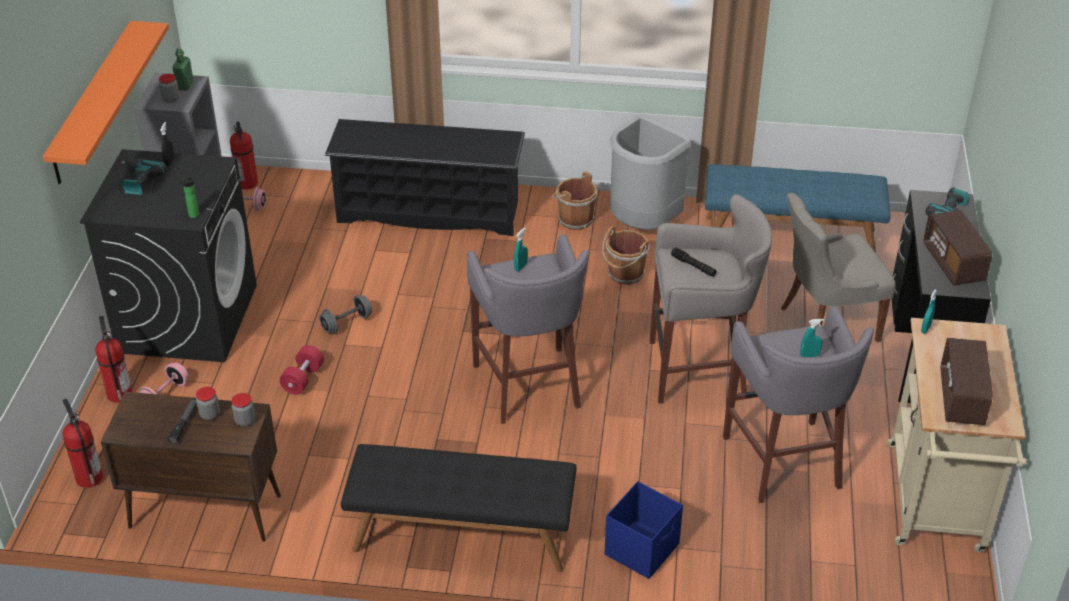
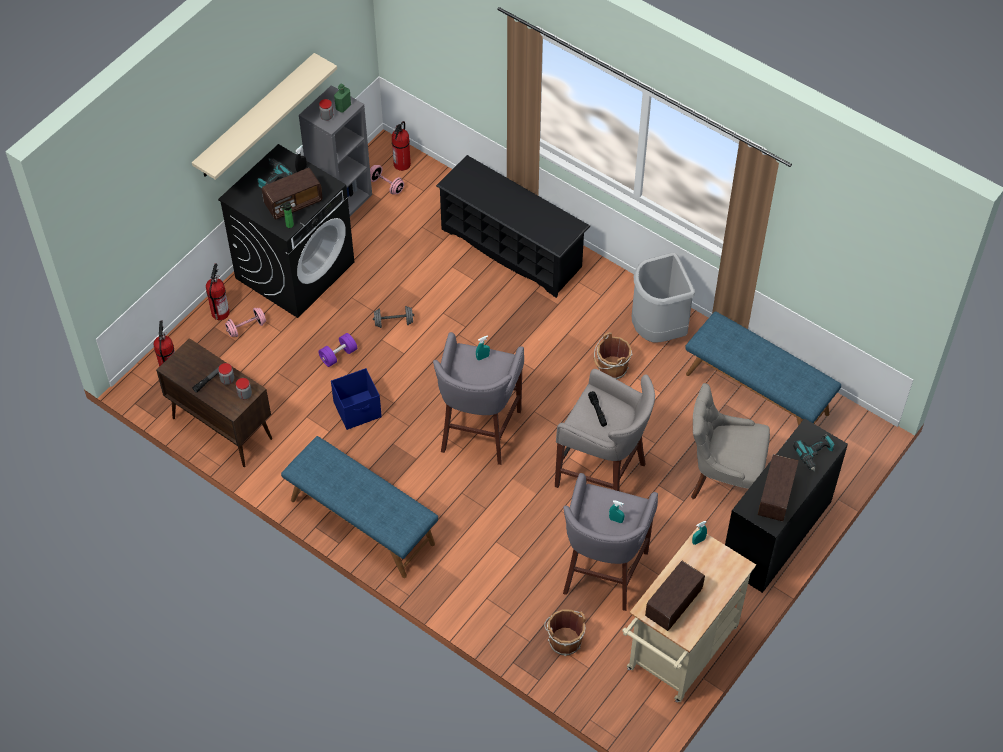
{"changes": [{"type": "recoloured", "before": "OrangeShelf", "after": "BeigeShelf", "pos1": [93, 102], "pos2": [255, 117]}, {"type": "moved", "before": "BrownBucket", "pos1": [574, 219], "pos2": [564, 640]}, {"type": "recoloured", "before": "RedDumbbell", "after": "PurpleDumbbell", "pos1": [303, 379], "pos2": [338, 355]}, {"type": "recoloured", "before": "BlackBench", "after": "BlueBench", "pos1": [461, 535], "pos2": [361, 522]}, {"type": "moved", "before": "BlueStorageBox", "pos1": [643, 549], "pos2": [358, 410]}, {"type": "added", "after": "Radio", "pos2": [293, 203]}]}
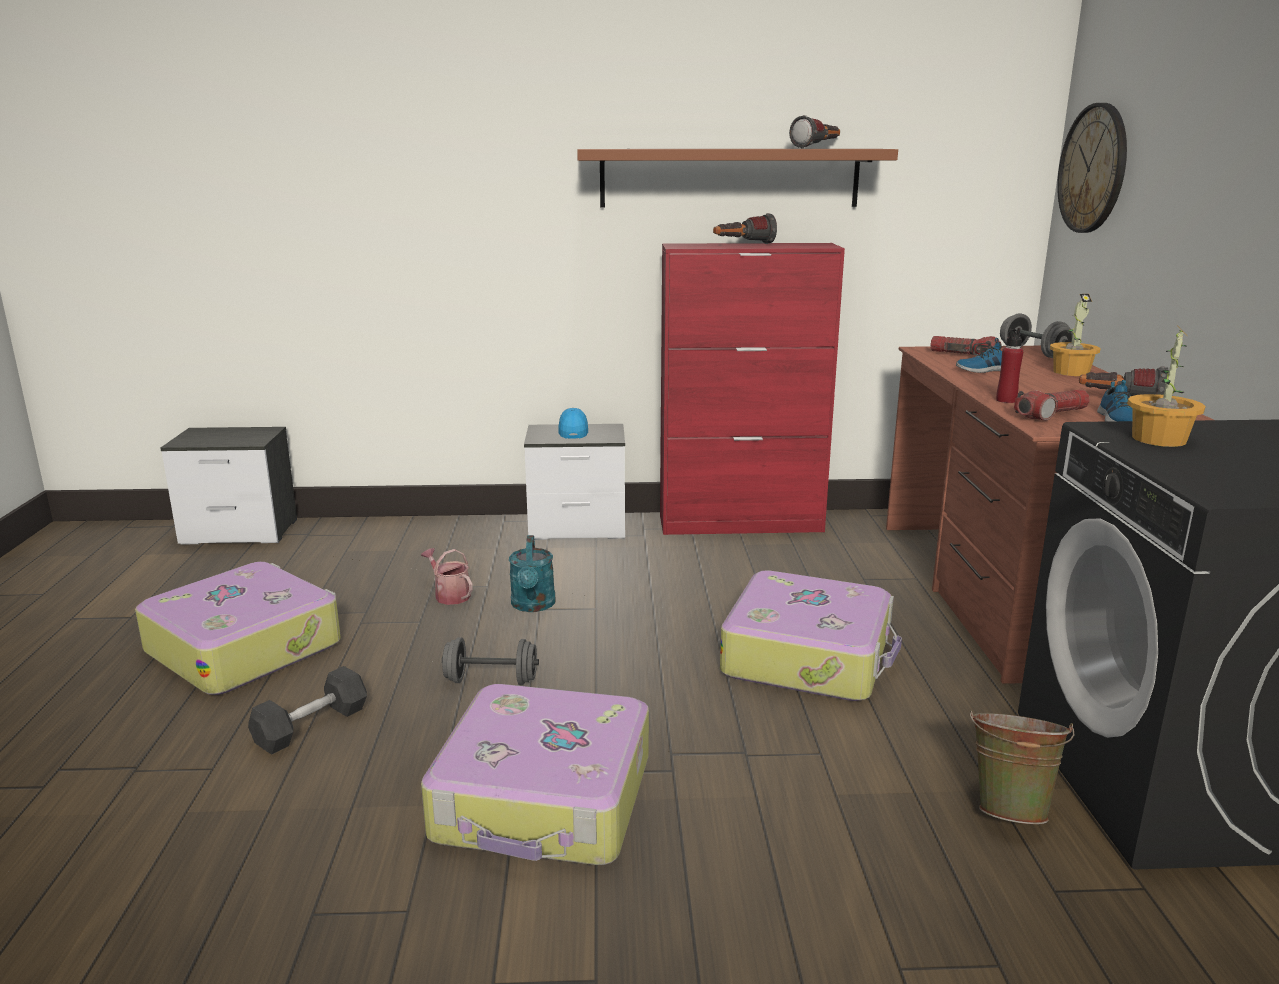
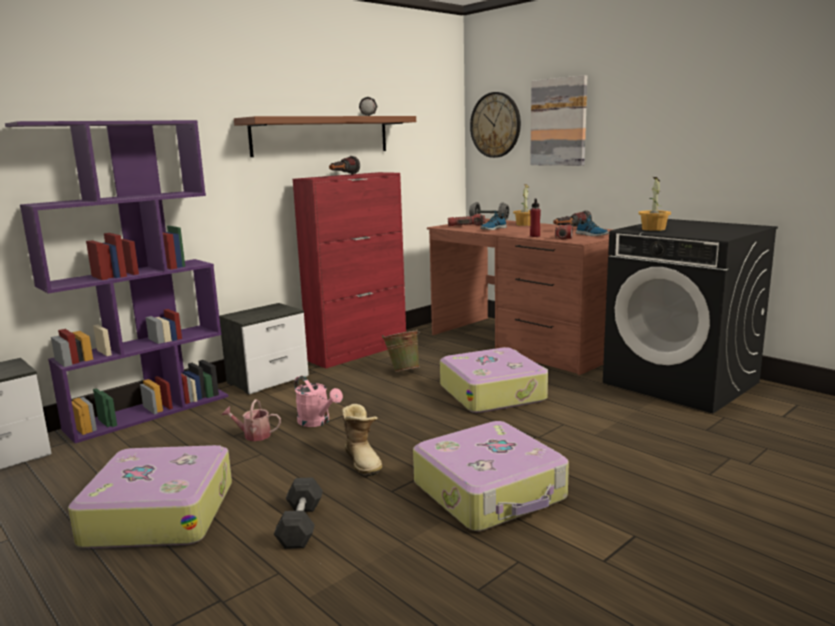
{"changes": [{"type": "removed", "before": "BlueCap", "pos1": [573, 431]}, {"type": "recoloured", "before": "TurquoiseWateringCan", "after": "PinkWateringCan", "pos1": [533, 606], "pos2": [317, 422]}, {"type": "replaced", "before": "GreyDumbbell", "after": "Boot", "pos1": [491, 680], "pos2": [364, 461]}, {"type": "moved", "before": "GreenBucket", "pos1": [1009, 808], "pos2": [403, 371]}, {"type": "added", "after": "Picture", "pos2": [559, 122]}, {"type": "added", "after": "PurpleBookcase", "pos2": [149, 412]}]}
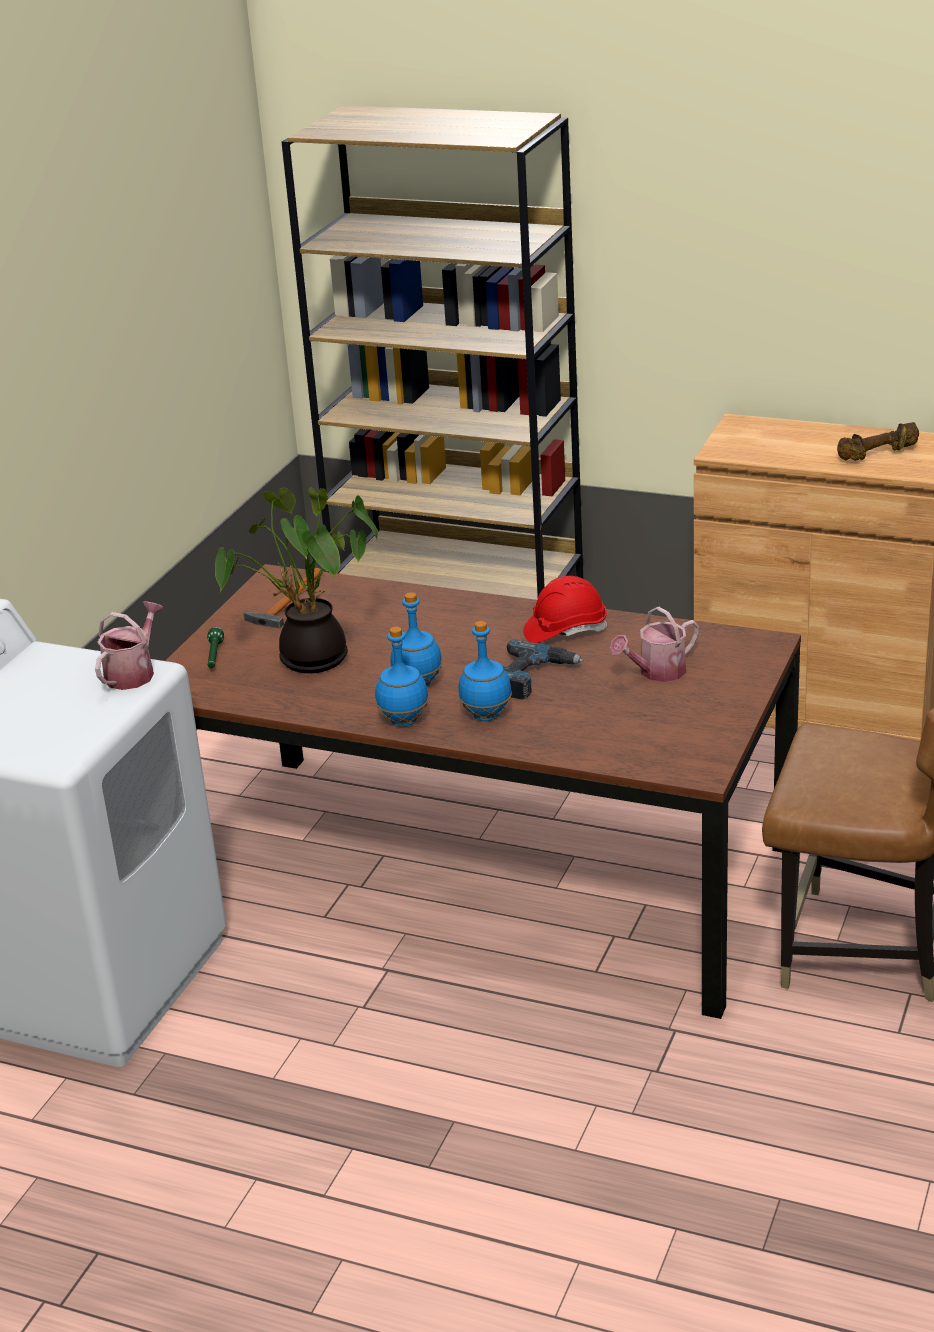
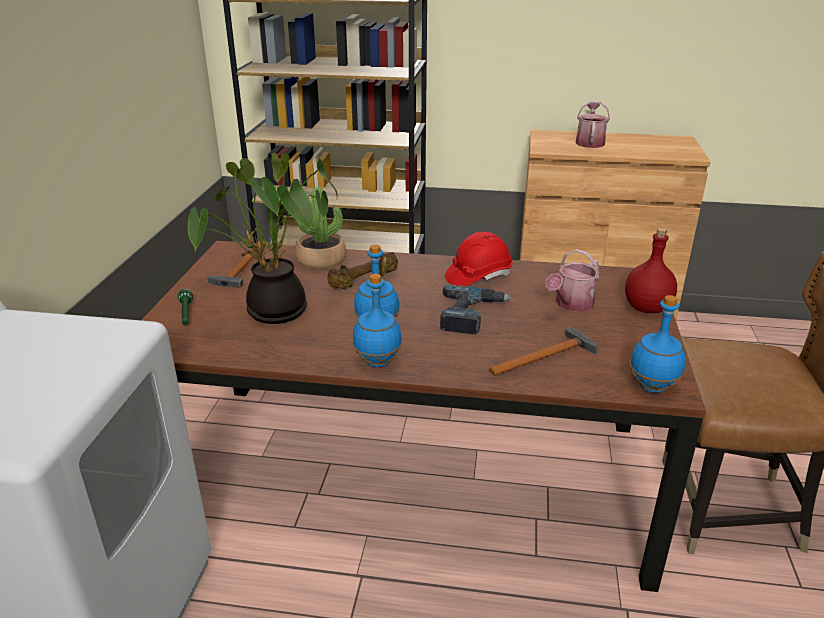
{"changes": [{"type": "moved", "before": "BrownDumbbell", "pos1": [878, 455], "pos2": [364, 281]}, {"type": "moved", "before": "WateringCan", "pos1": [133, 673], "pos2": [590, 142]}, {"type": "moved", "before": "BlueBottle", "pos1": [487, 715], "pos2": [652, 386]}, {"type": "added", "after": "PottedPlant", "pos2": [321, 260]}, {"type": "added", "after": "RedBottle", "pos2": [646, 308]}, {"type": "added", "after": "Hammer", "pos2": [545, 356]}]}
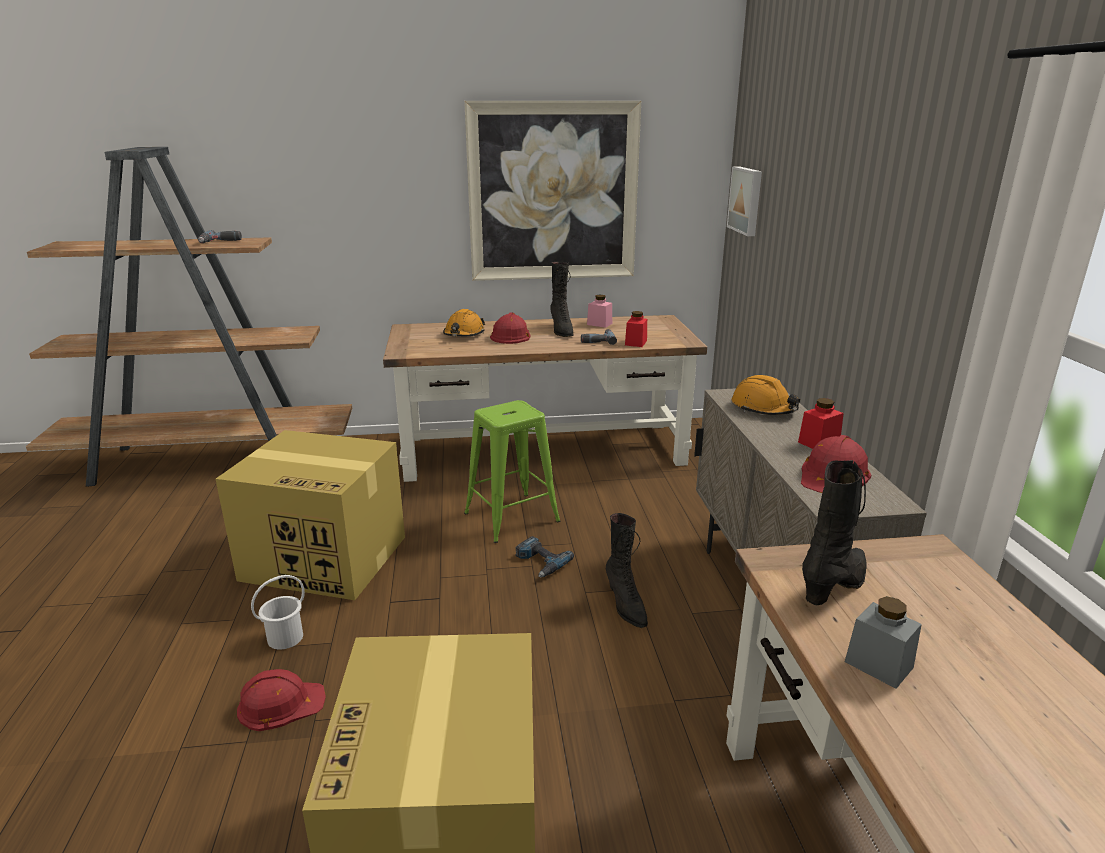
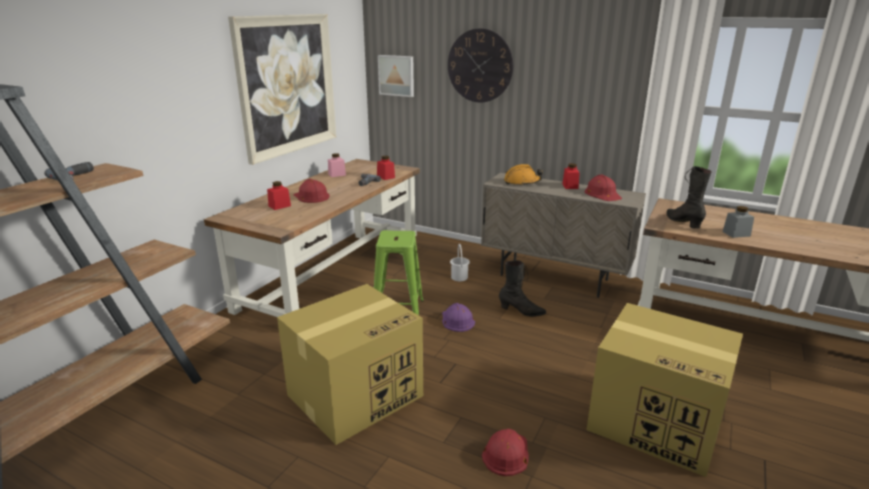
{"changes": [{"type": "removed", "before": "BlackBoot", "pos1": [561, 330]}, {"type": "replaced", "before": "OrangeHardHat", "after": "RedJar", "pos1": [464, 334], "pos2": [279, 206]}, {"type": "replaced", "before": "PowerDrill", "after": "PurpleHardHat", "pos1": [540, 562], "pos2": [457, 320]}, {"type": "moved", "before": "WhiteBucket", "pos1": [286, 638], "pos2": [459, 277]}, {"type": "added", "after": "WallClock", "pos2": [480, 66]}]}
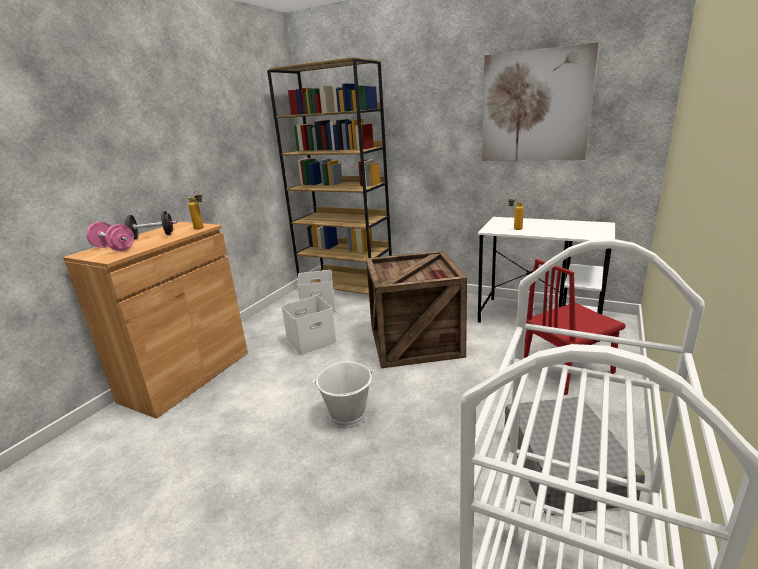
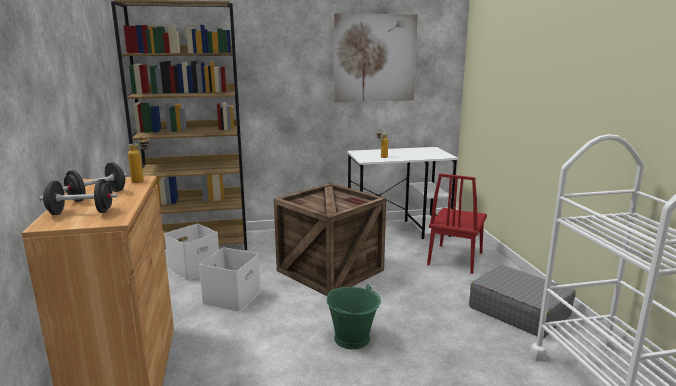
{"changes": [{"type": "recoloured", "before": "PinkDumbbell", "after": "BlackDumbbell", "pos1": [114, 248], "pos2": [81, 213]}, {"type": "recoloured", "before": "WhiteBucket", "after": "GreenBucket", "pos1": [348, 415], "pos2": [352, 338]}]}
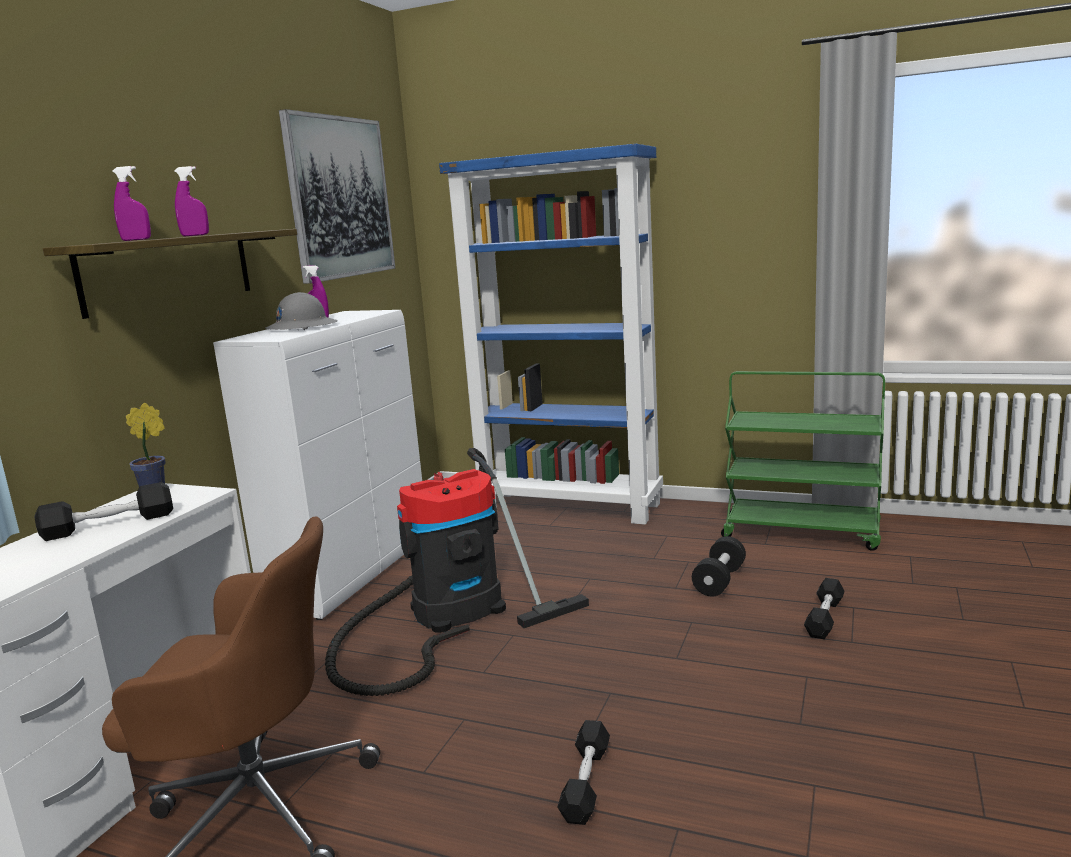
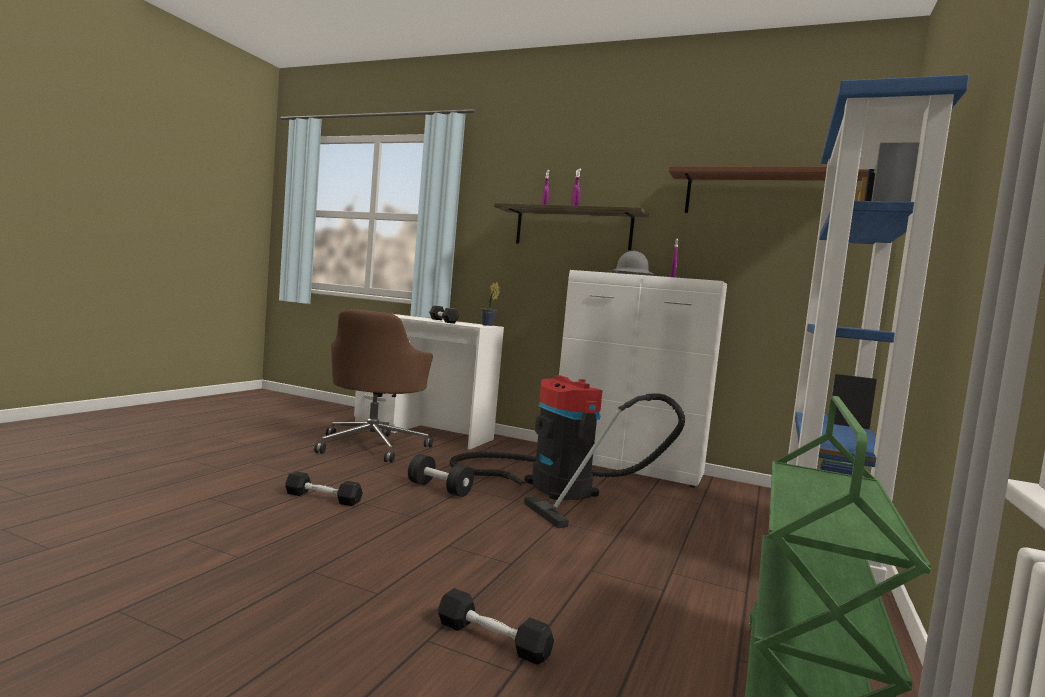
{"changes": [{"type": "replaced", "before": "Picture", "after": "BrownShelf", "pos1": [340, 197], "pos2": [761, 194]}, {"type": "moved", "before": "BlackDumbbell", "pos1": [719, 581], "pos2": [439, 489]}]}
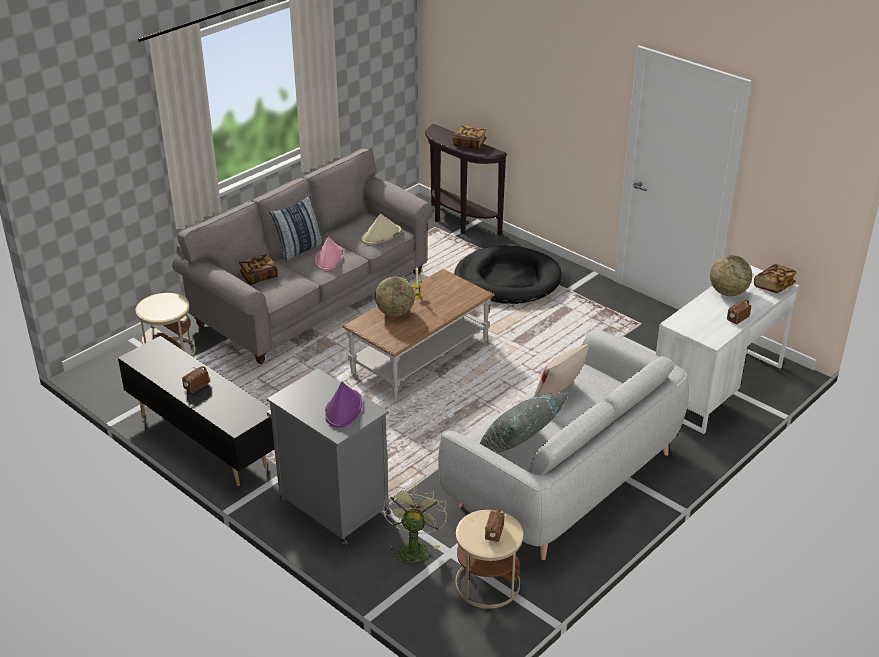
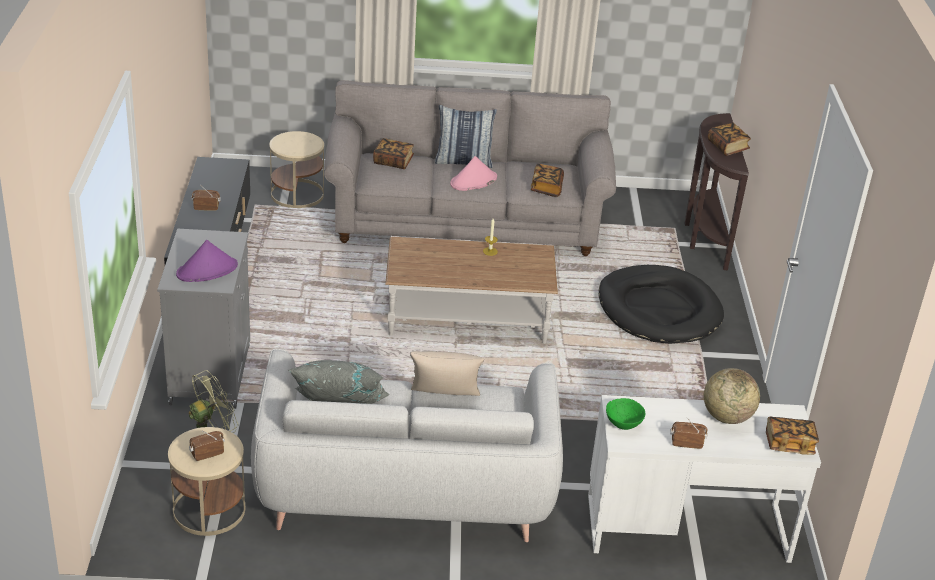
{"changes": [{"type": "replaced", "before": "BeigeHat", "after": "Book", "pos1": [381, 235], "pos2": [546, 188]}, {"type": "removed", "before": "Globe", "pos1": [395, 312]}, {"type": "added", "after": "GreenBowl", "pos2": [624, 424]}]}
